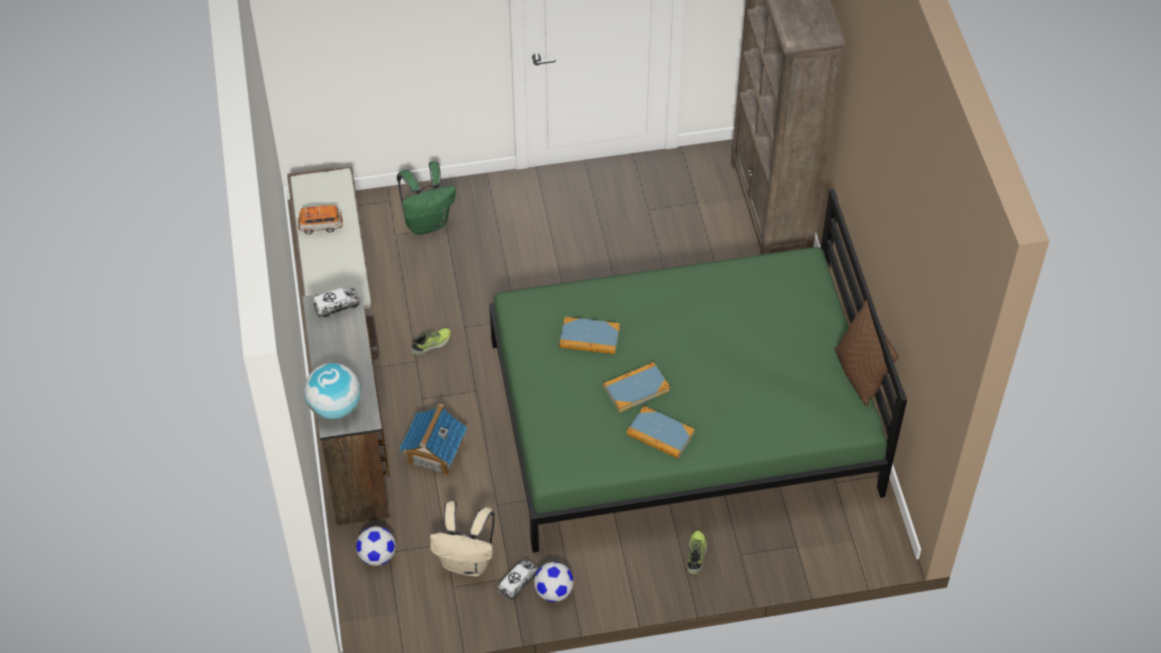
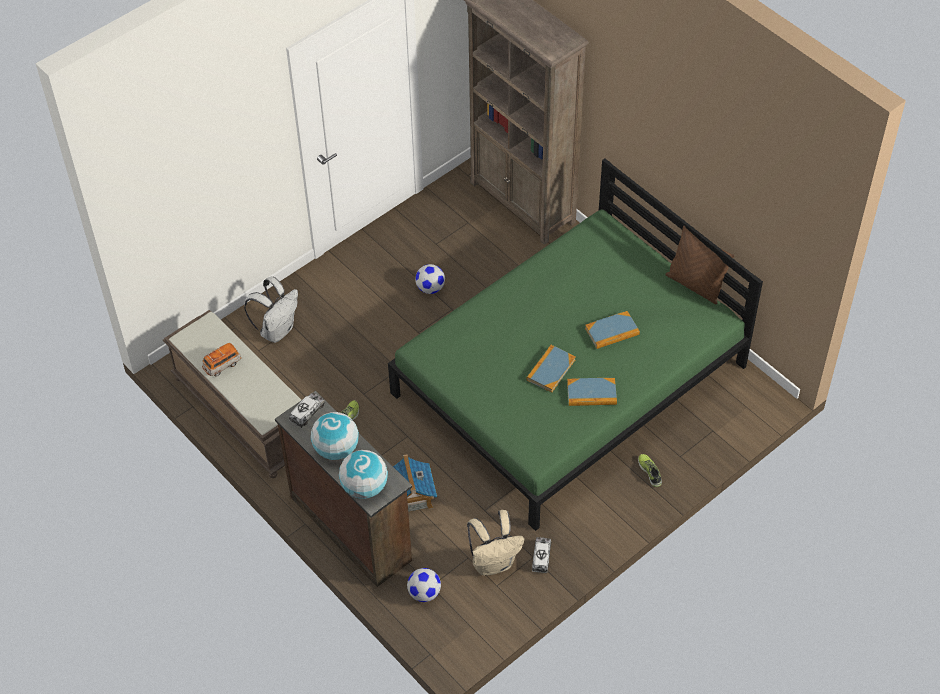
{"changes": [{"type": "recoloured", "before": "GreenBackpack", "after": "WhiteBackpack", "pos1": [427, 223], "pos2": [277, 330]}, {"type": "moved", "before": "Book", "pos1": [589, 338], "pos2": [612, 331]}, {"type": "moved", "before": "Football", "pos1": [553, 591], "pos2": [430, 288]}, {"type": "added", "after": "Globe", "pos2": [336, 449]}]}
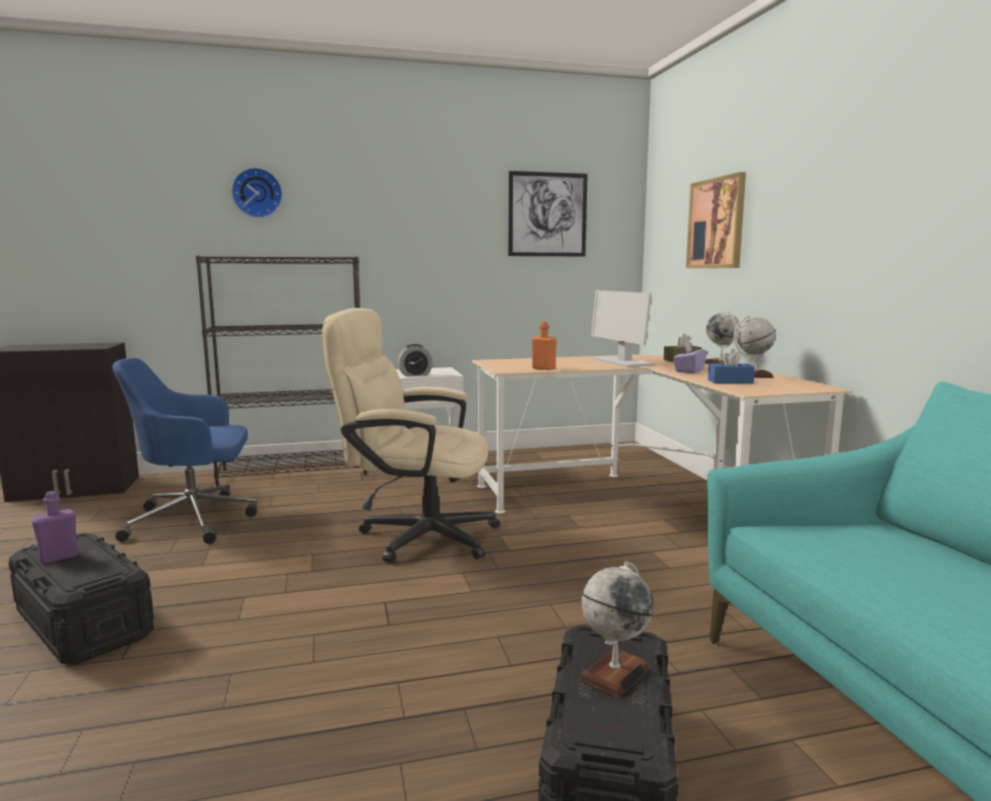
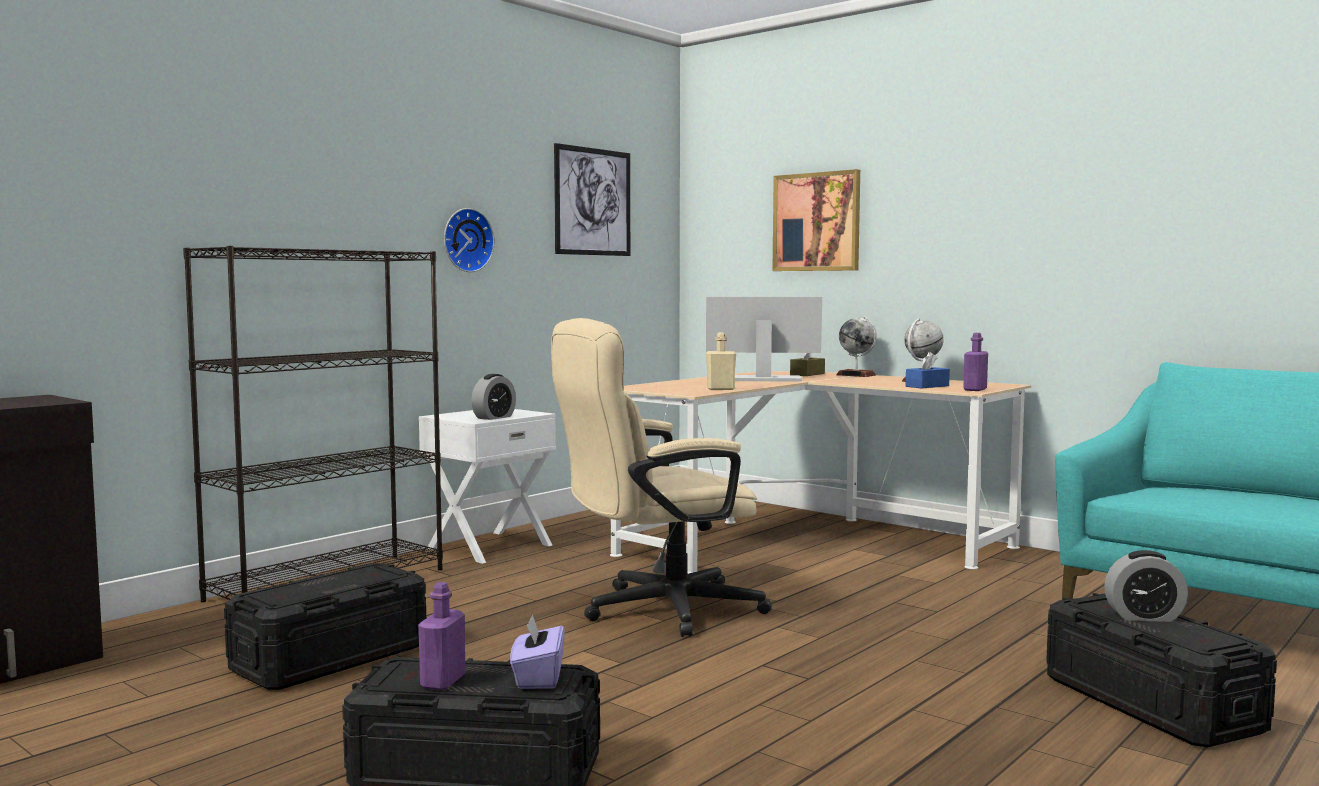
{"changes": [{"type": "moved", "before": "WallClock", "pos1": [257, 193], "pos2": [466, 240]}, {"type": "turned", "before": "Monitor", "pos1": [621, 362], "pos2": [764, 379], "turn": 150}, {"type": "recoloured", "before": "OrangeBottle", "after": "BeigeBottle", "pos1": [543, 368], "pos2": [720, 389]}, {"type": "moved", "before": "PurpleTissueBox", "pos1": [689, 371], "pos2": [538, 678]}, {"type": "replaced", "before": "BlueOfficeChair", "after": "BlackStorageBox", "pos1": [195, 520], "pos2": [330, 658]}, {"type": "replaced", "before": "Globe", "after": "AlarmClock", "pos1": [614, 674], "pos2": [1144, 617]}, {"type": "added", "after": "PurpleBottle", "pos2": [975, 390]}]}
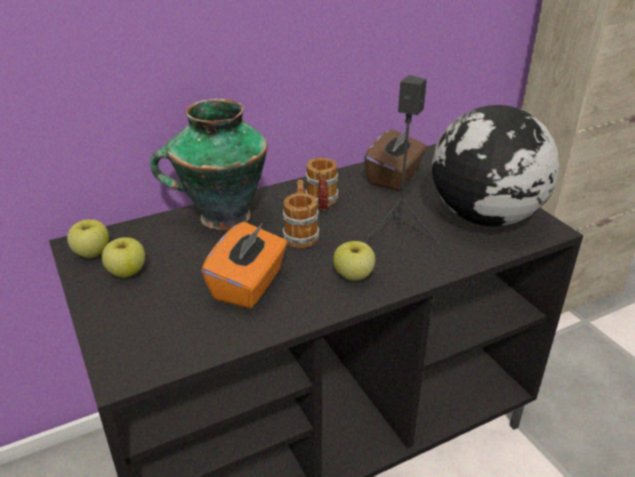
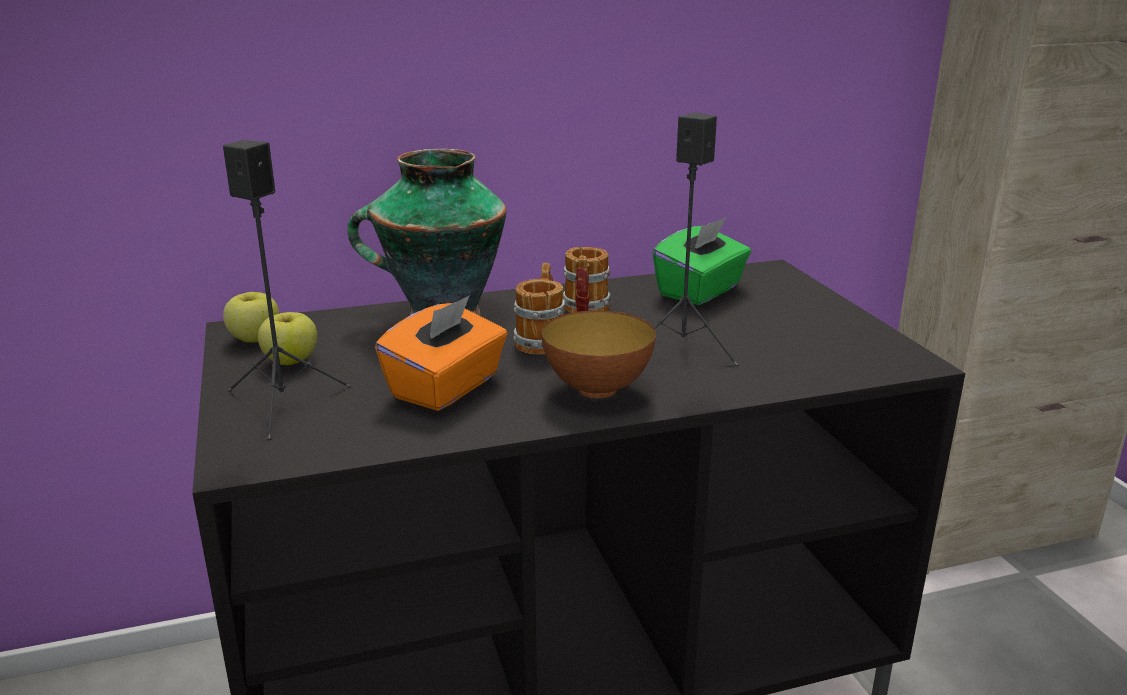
{"changes": [{"type": "removed", "before": "Globe", "pos1": [484, 217]}, {"type": "recoloured", "before": "BrownTissueBox", "after": "GreenTissueBox", "pos1": [394, 177], "pos2": [701, 291]}, {"type": "replaced", "before": "Apple", "after": "Bowl", "pos1": [353, 276], "pos2": [597, 389]}, {"type": "added", "after": "BlackSpeaker", "pos2": [284, 403]}]}
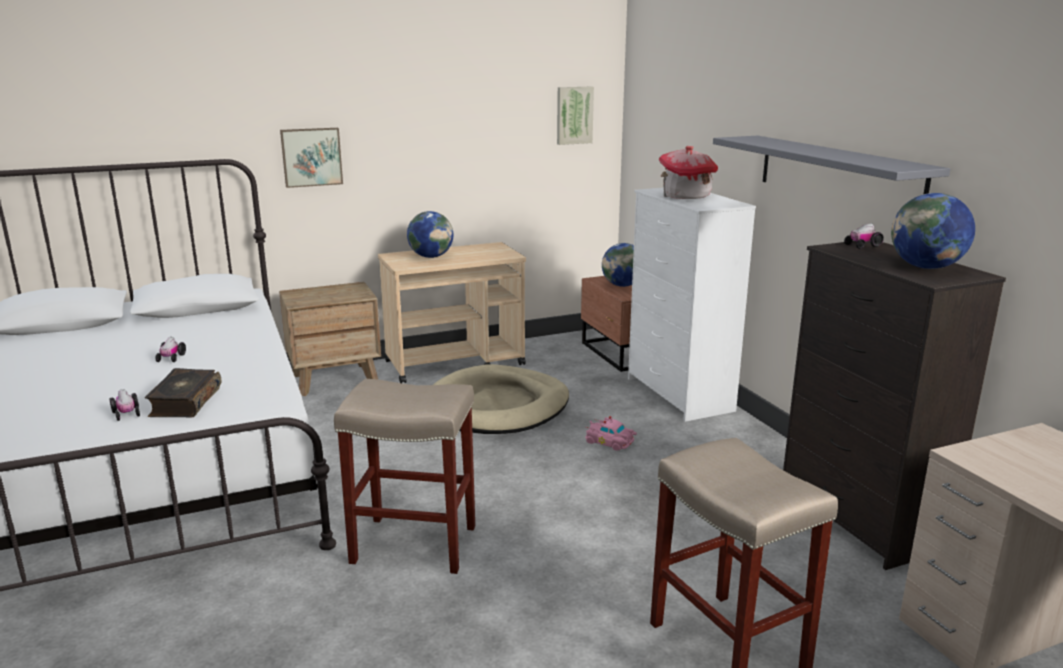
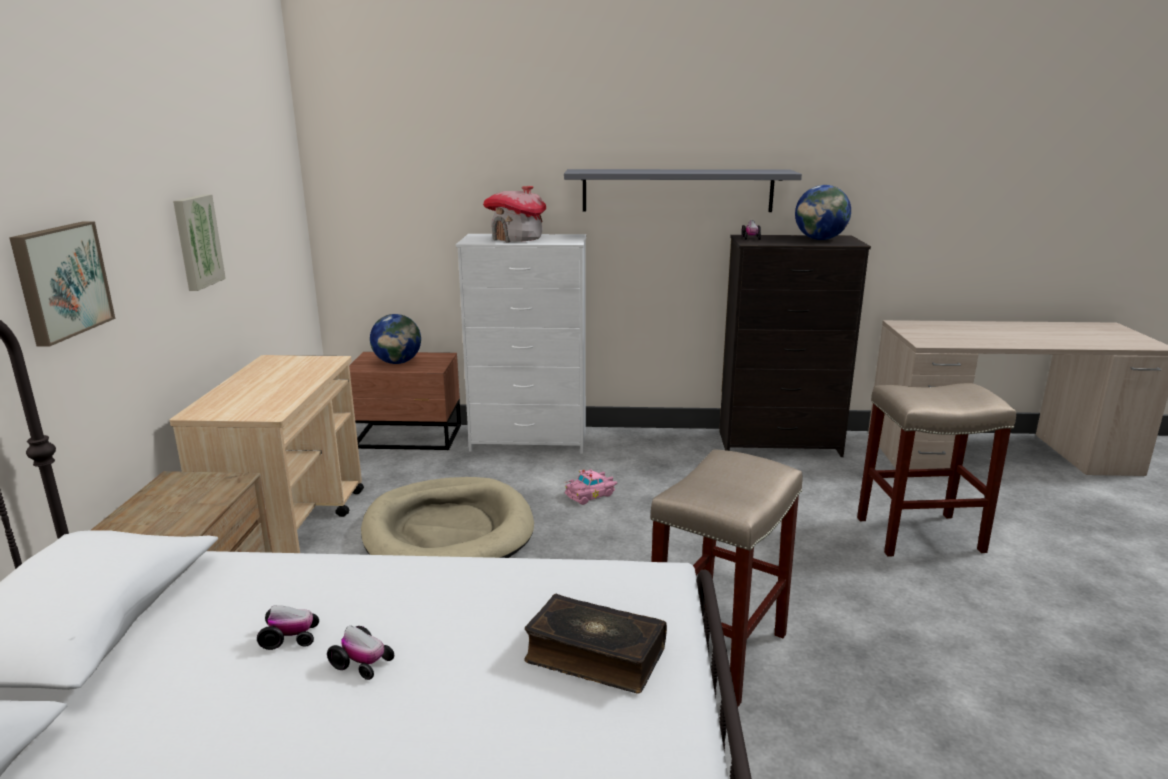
{"changes": [{"type": "moved", "before": "Picture", "pos1": [574, 115], "pos2": [196, 241]}, {"type": "removed", "before": "Globe", "pos1": [431, 256]}, {"type": "moved", "before": "ToyCar", "pos1": [126, 414], "pos2": [290, 638]}]}
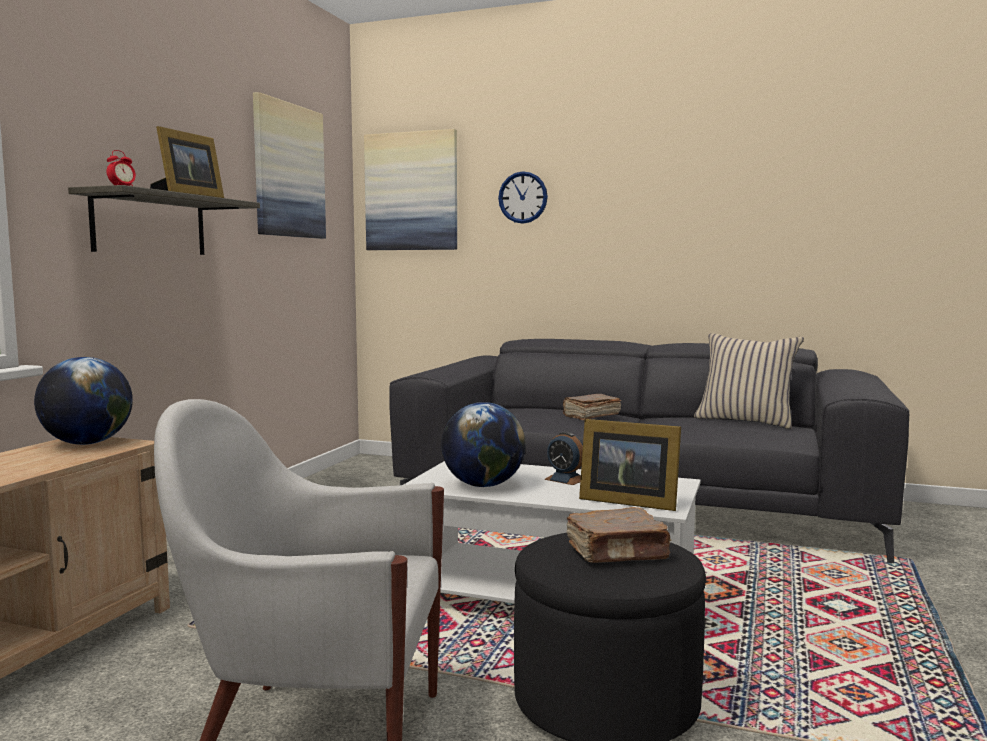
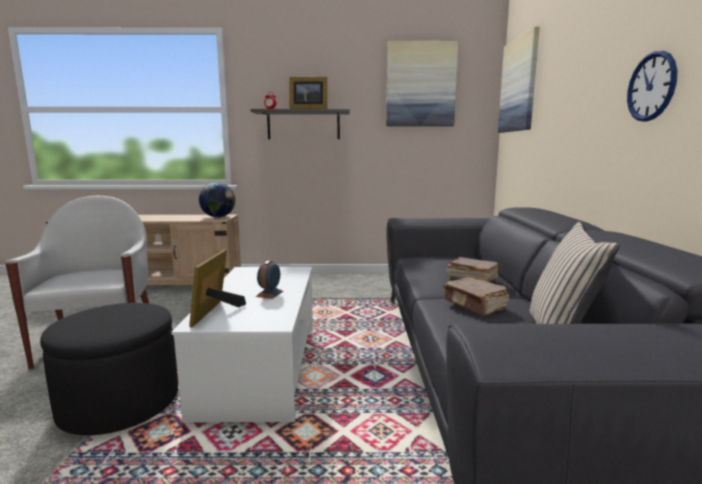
{"changes": [{"type": "moved", "before": "WallClock", "pos1": [523, 197], "pos2": [651, 87]}, {"type": "removed", "before": "Globe", "pos1": [483, 485]}, {"type": "moved", "before": "BrownBook", "pos1": [618, 553], "pos2": [475, 305]}]}
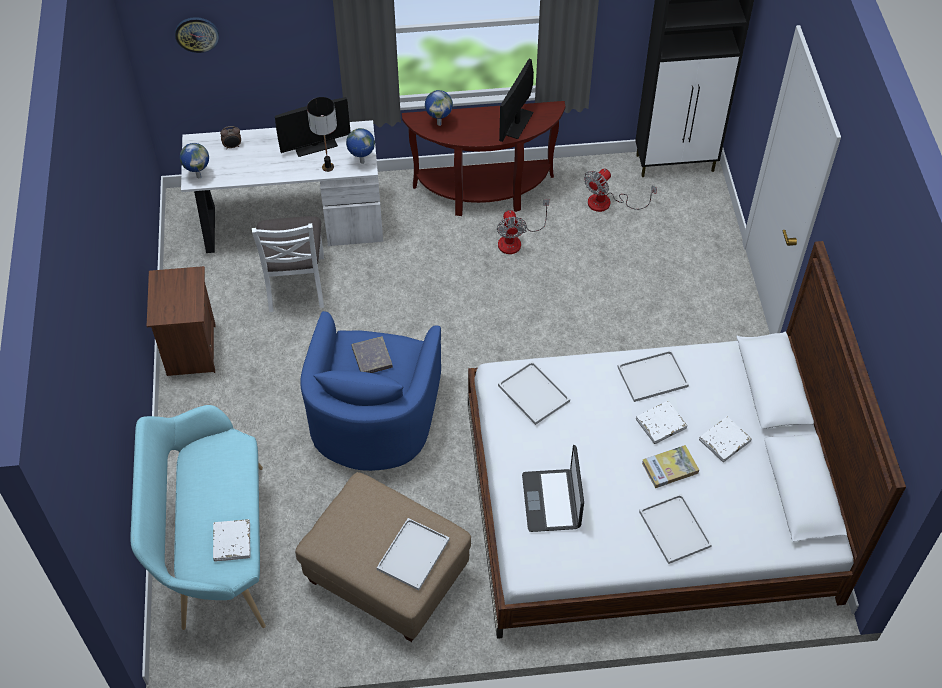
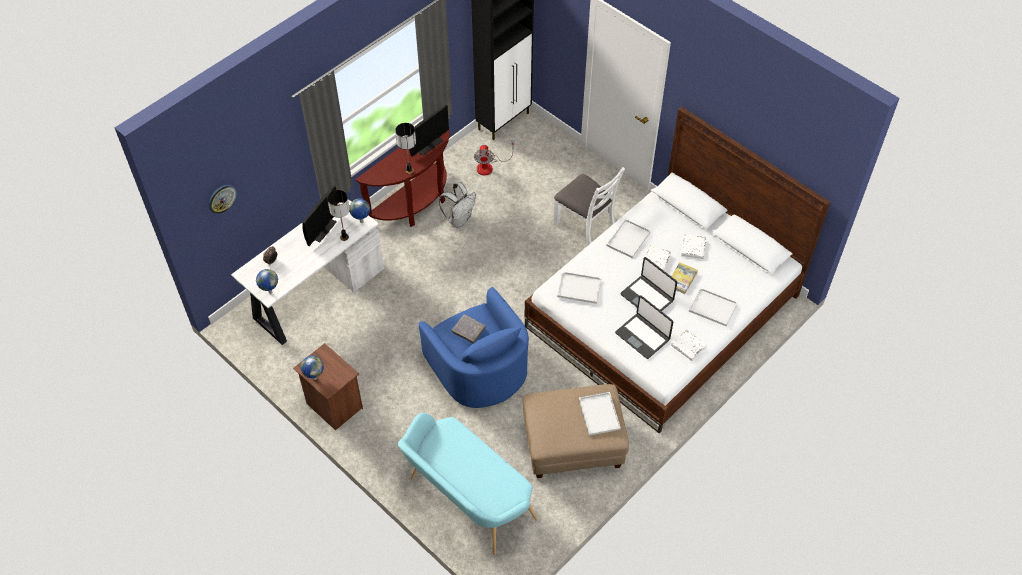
{"changes": [{"type": "turned", "before": "Monitor", "pos1": [517, 123], "pos2": [428, 144], "turn": -120}, {"type": "moved", "before": "Globe", "pos1": [439, 123], "pos2": [314, 378]}, {"type": "replaced", "before": "Fan", "after": "WhiteBackpack", "pos1": [516, 240], "pos2": [459, 219]}, {"type": "moved", "before": "WhiteChair", "pos1": [295, 283], "pos2": [585, 224]}, {"type": "moved", "before": "WhiteBook", "pos1": [232, 542], "pos2": [688, 346]}, {"type": "added", "after": "TableLamp", "pos2": [409, 170]}, {"type": "added", "after": "Laptop", "pos2": [647, 297]}]}
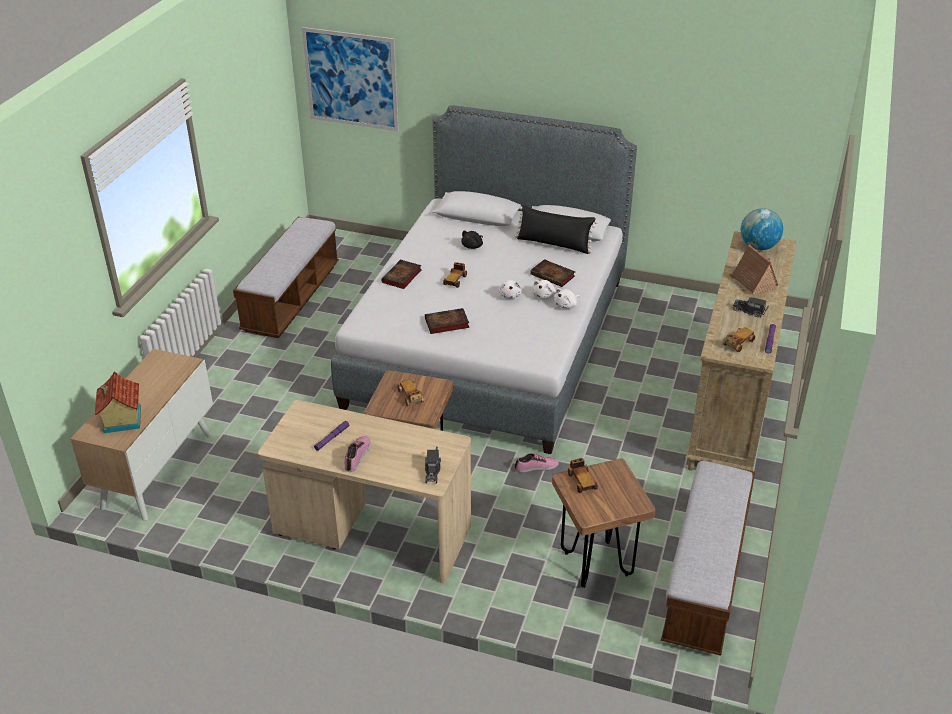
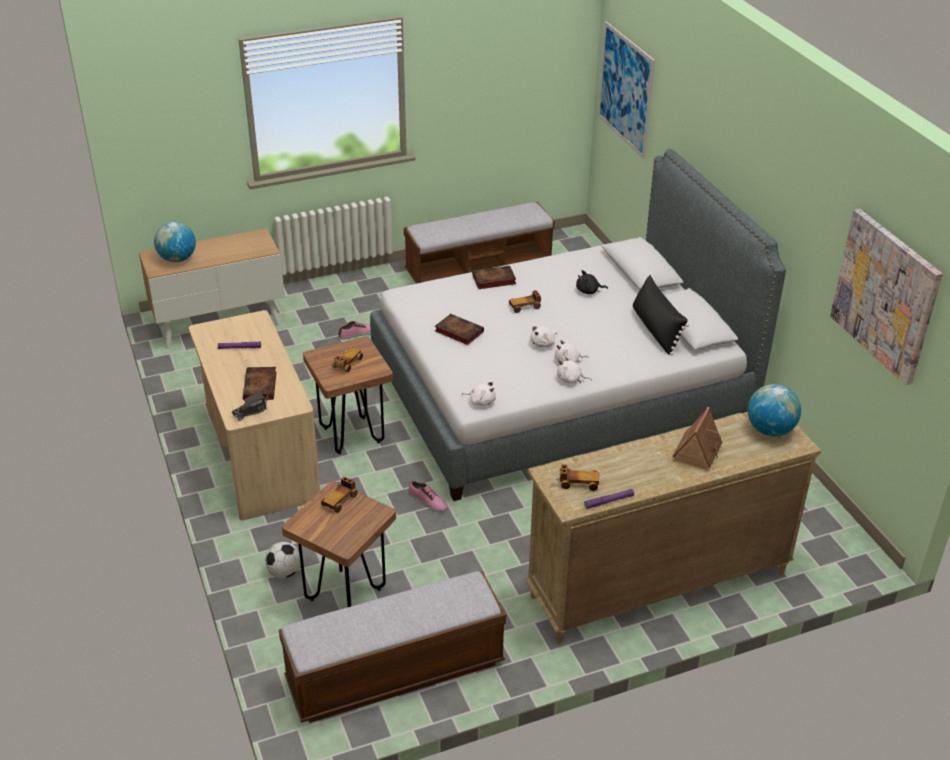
{"changes": [{"type": "moved", "before": "Book", "pos1": [553, 276], "pos2": [260, 387]}, {"type": "removed", "before": "ToyTruck", "pos1": [750, 311]}, {"type": "replaced", "before": "ToyHouse", "after": "Globe", "pos1": [121, 420], "pos2": [177, 259]}, {"type": "moved", "before": "Shoe", "pos1": [357, 456], "pos2": [358, 334]}, {"type": "added", "after": "Picture", "pos2": [886, 295]}, {"type": "added", "after": "WhitePlushToy", "pos2": [481, 401]}, {"type": "added", "after": "Football", "pos2": [284, 572]}]}
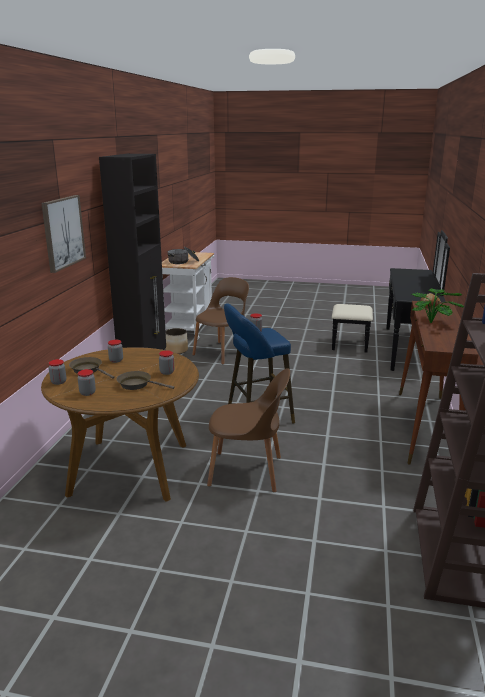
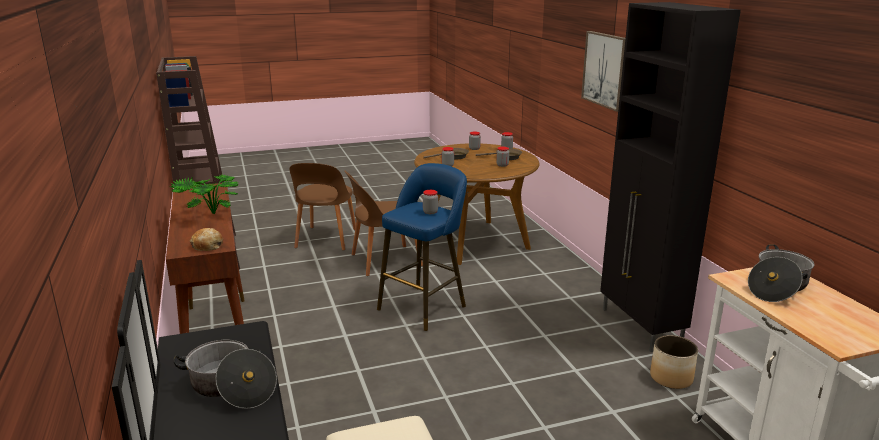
{"changes": [{"type": "moved", "before": "BrownChair", "pos1": [222, 352], "pos2": [325, 239]}, {"type": "added", "after": "CookingPot", "pos2": [230, 388]}]}
